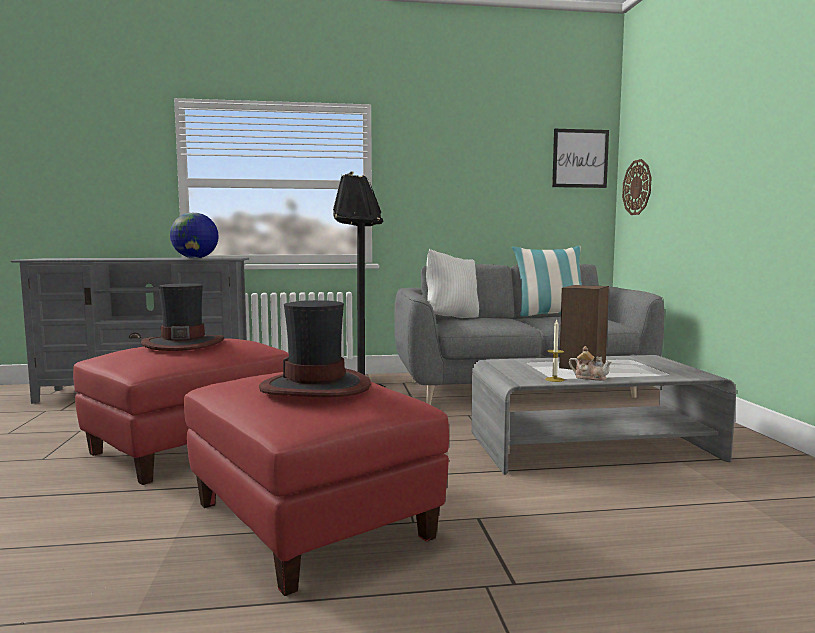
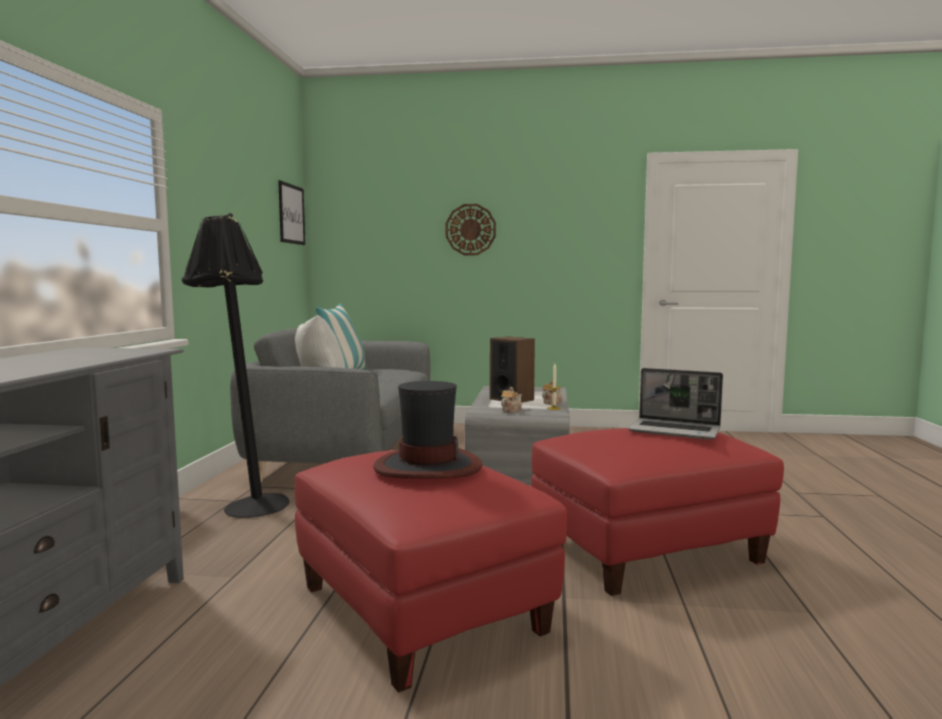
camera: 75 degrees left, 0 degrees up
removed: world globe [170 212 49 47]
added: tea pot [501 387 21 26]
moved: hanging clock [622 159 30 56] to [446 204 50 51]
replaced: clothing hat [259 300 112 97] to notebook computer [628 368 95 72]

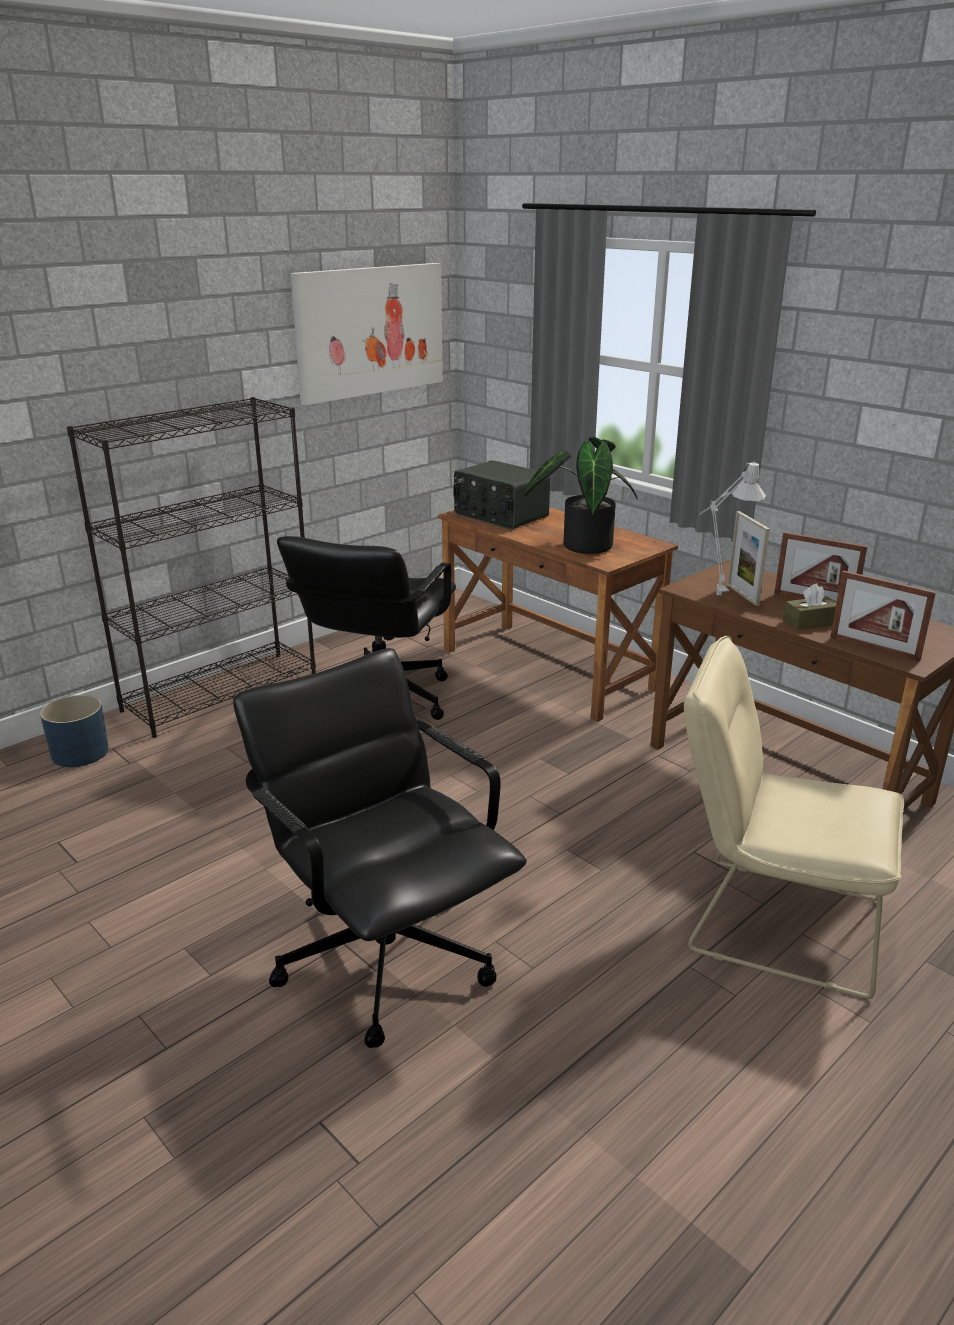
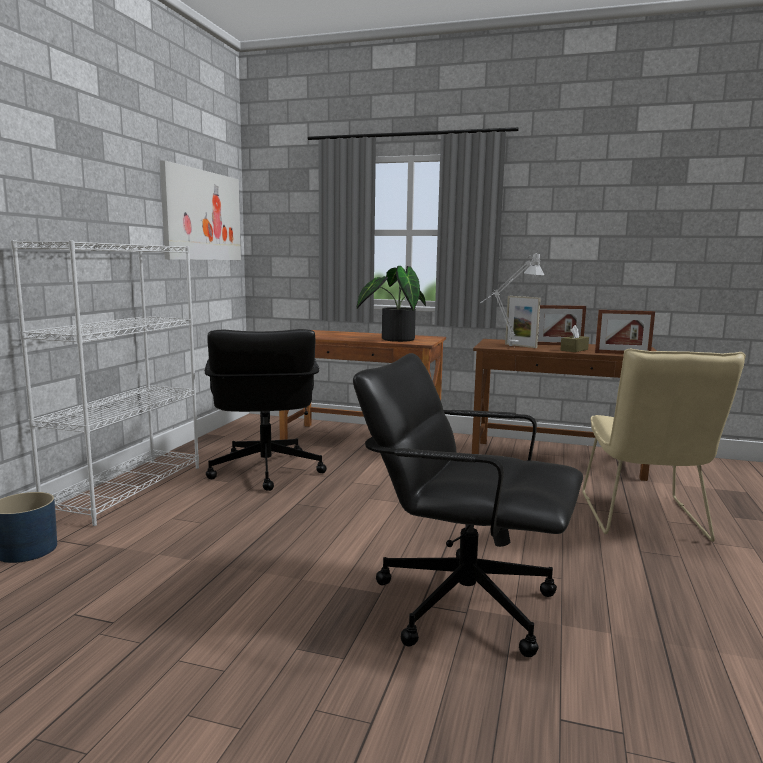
camera: 30 degrees left, 15 degrees down
removed: radio set [454 460 96 69]
recoloured: blackish shelving unit [67 397 249 341] to white shelving unit [11 240 188 286]
turned: beige-coloured chair [684 636 220 362] = [582 349 164 193] 75 degrees counterclockwise

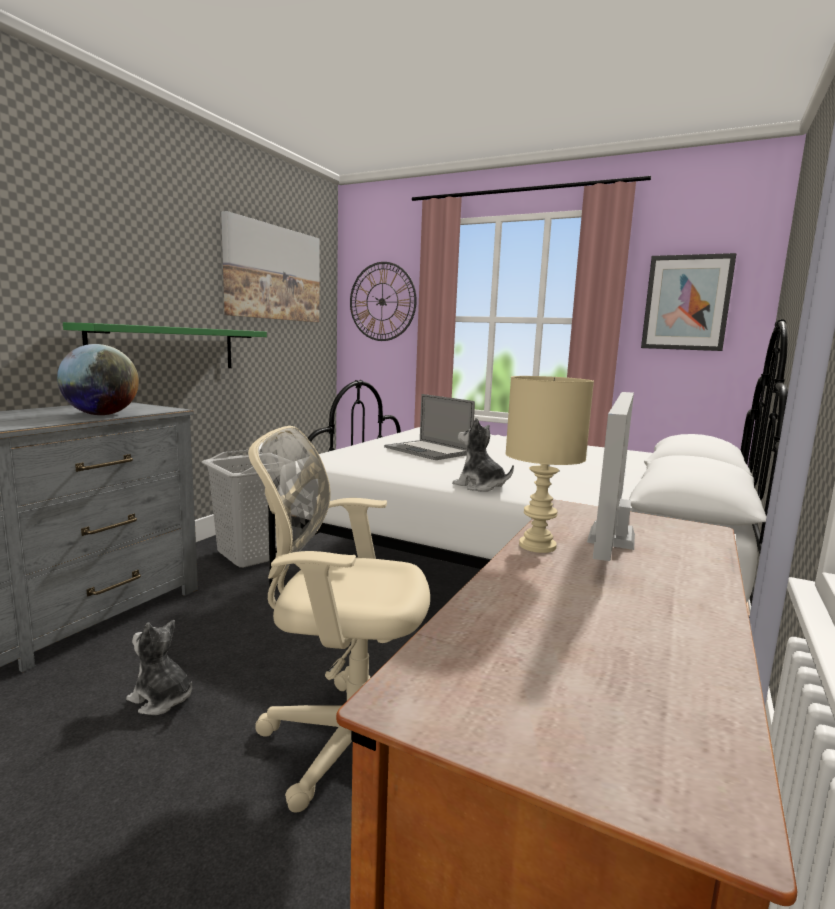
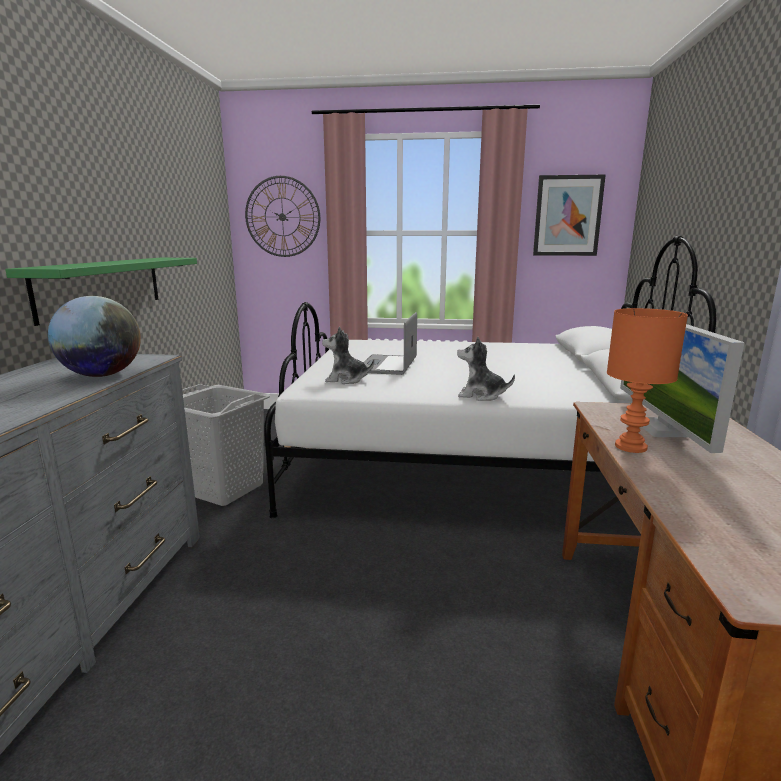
camera: 20 degrees left, 5 degrees up
removed: wall art [221 211 98 111]; beige-coloured desk chair [248 426 182 387]
moved: cuddly toy [126 620 66 95] to [322 327 52 57]
recoloured: beige-coloured lamp for a table [505 376 89 177] to orangey lamp for a table [607 308 81 145]
turned: notebook computer [384 394 91 66] = [363 312 54 63] 75 degrees clockwise

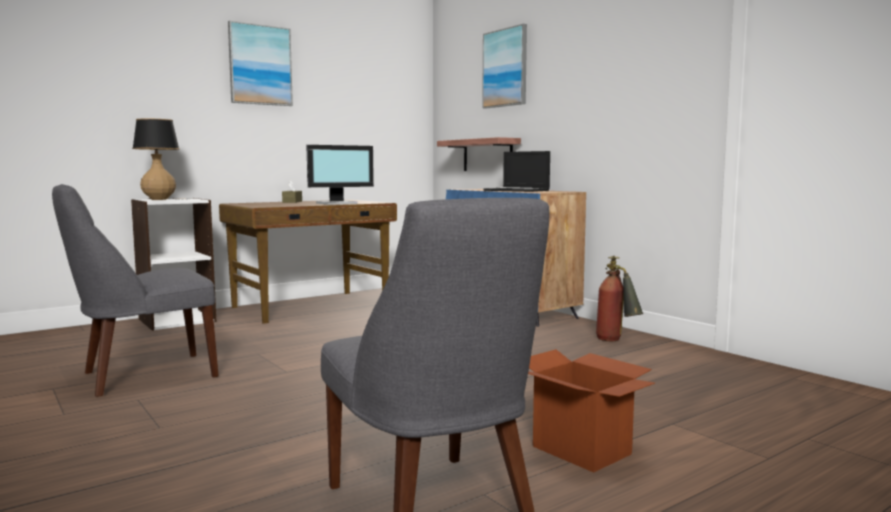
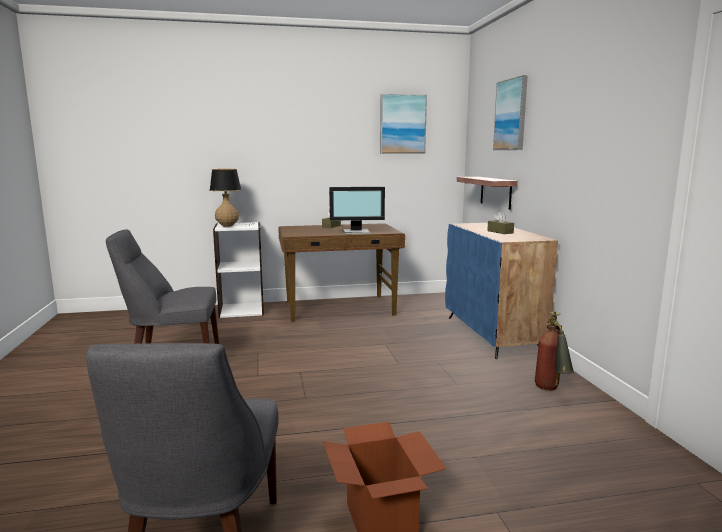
camera: 25 degrees right, 5 degrees up
moved: wall art [228 20 65 86] to [380 94 47 60]
replaced: notebook computer [484 151 66 41] to brown-coloured tissue box [487 212 27 22]

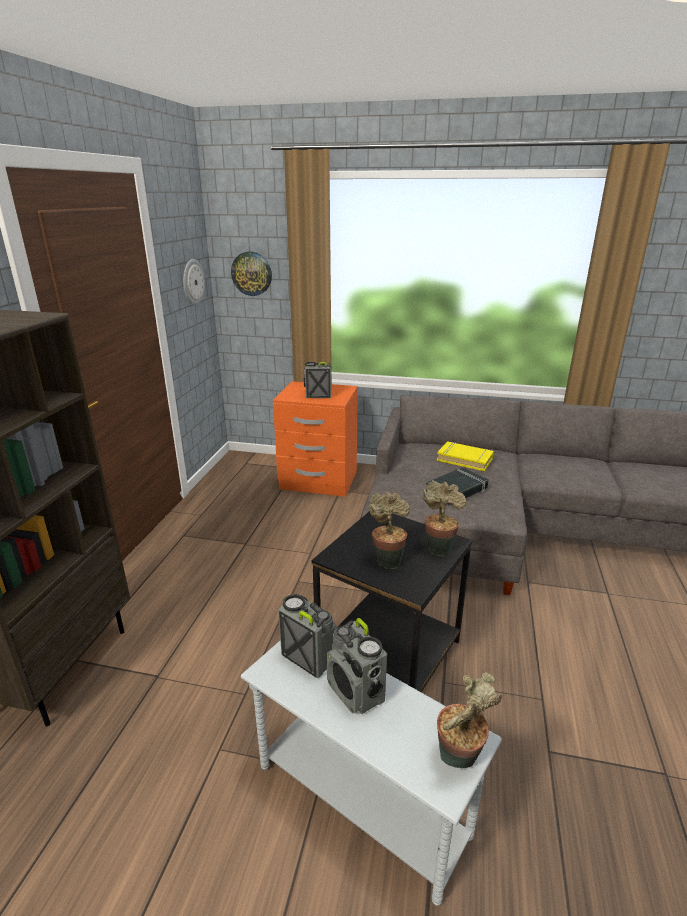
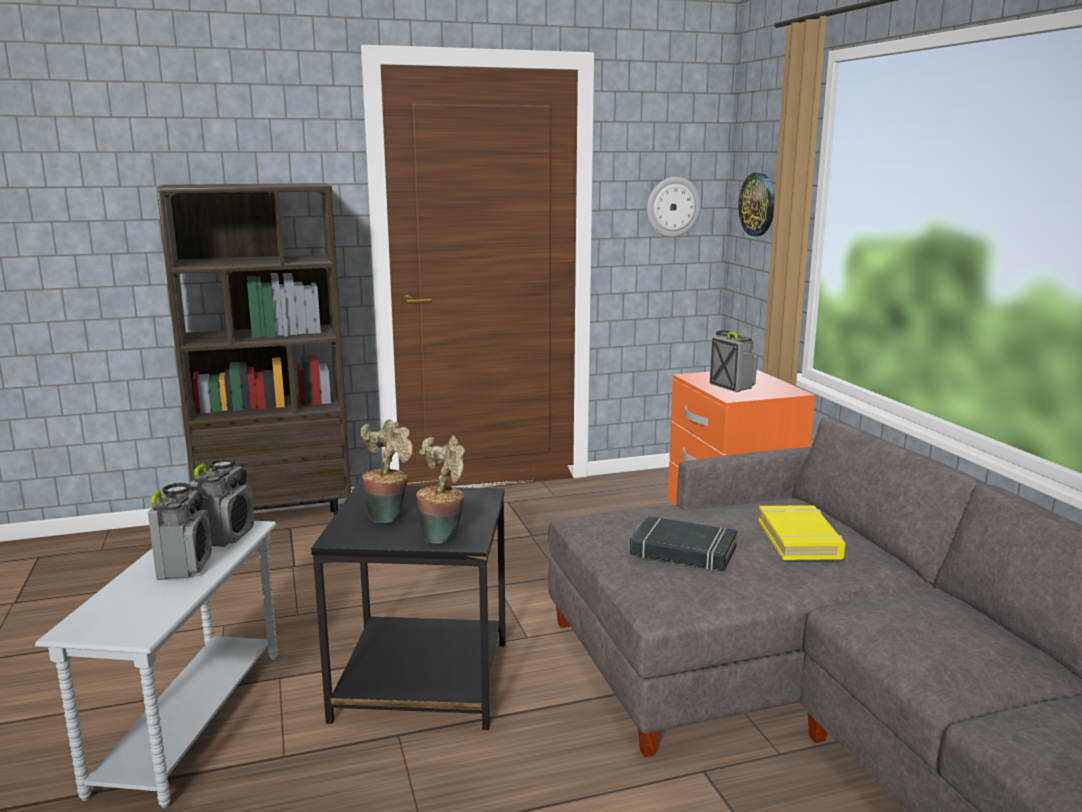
camera: 60 degrees right, 10 degrees down
removed: houseplant [437 672 65 96]
turned: radio set [327 618 60 96] = [148 483 64 97] 150 degrees clockwise

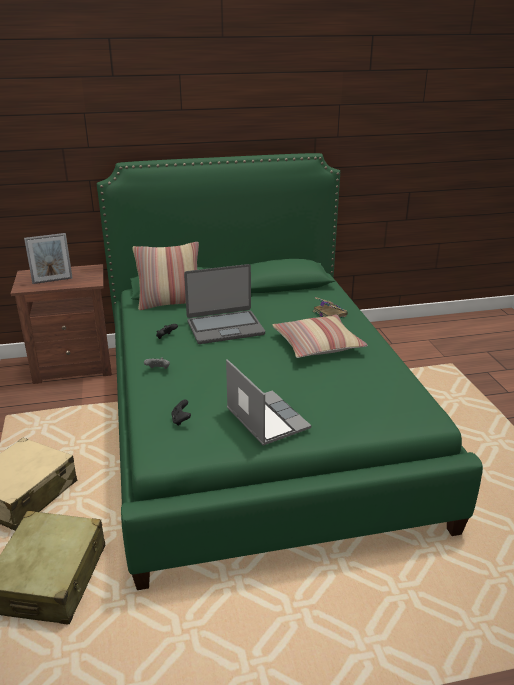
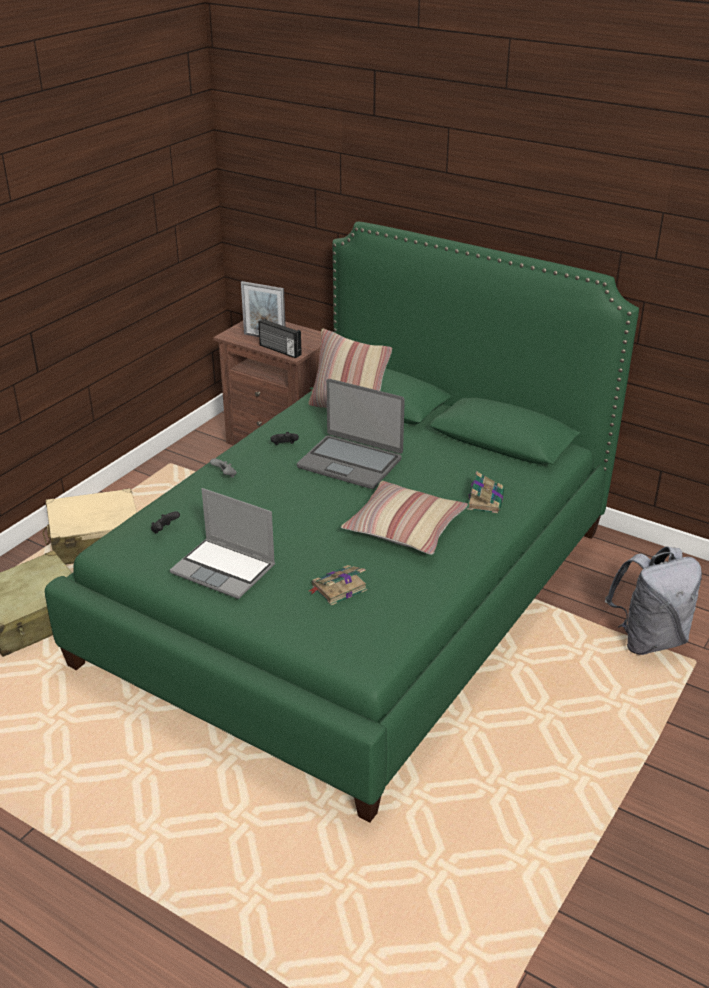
camera: 45 degrees right, 5 degrees up
added: radio set [258 319 44 39]; book [309 565 58 41]; gray backpack [605 546 97 109]
turned: notebook computer [226 359 85 86] = [170 488 105 111] 105 degrees clockwise

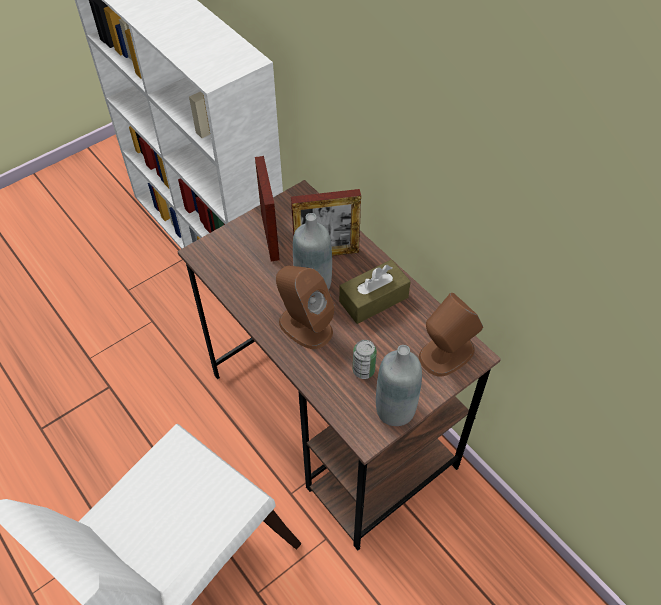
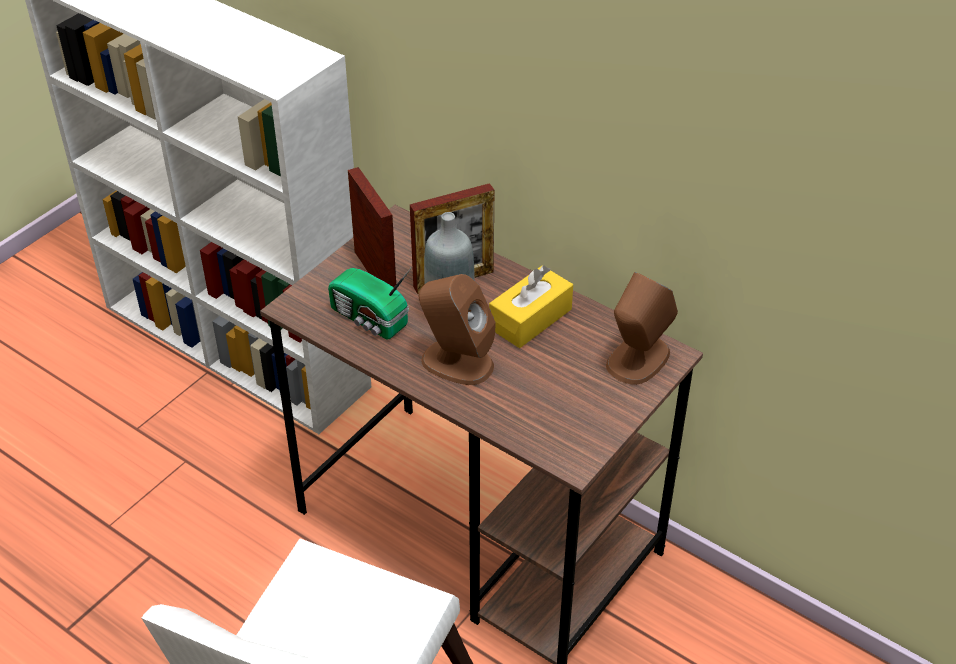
camera: 15 degrees left, 10 degrees down
removed: sealed can [353 340 24 39]; gray beverage bottle [376 345 46 81]
added: radio set [328 267 84 72]
recoloured: brown-coloured tissue box [339 260 72 64] to yellowish tissue box [489 266 84 82]

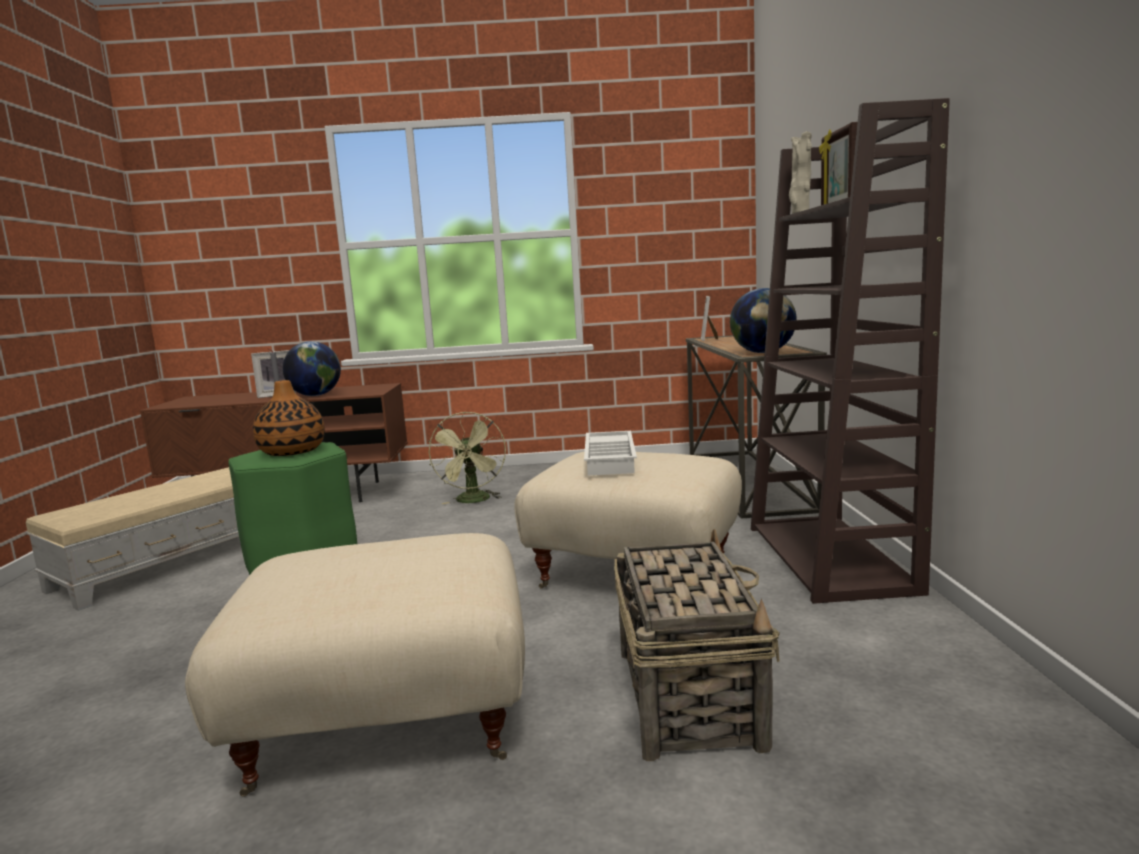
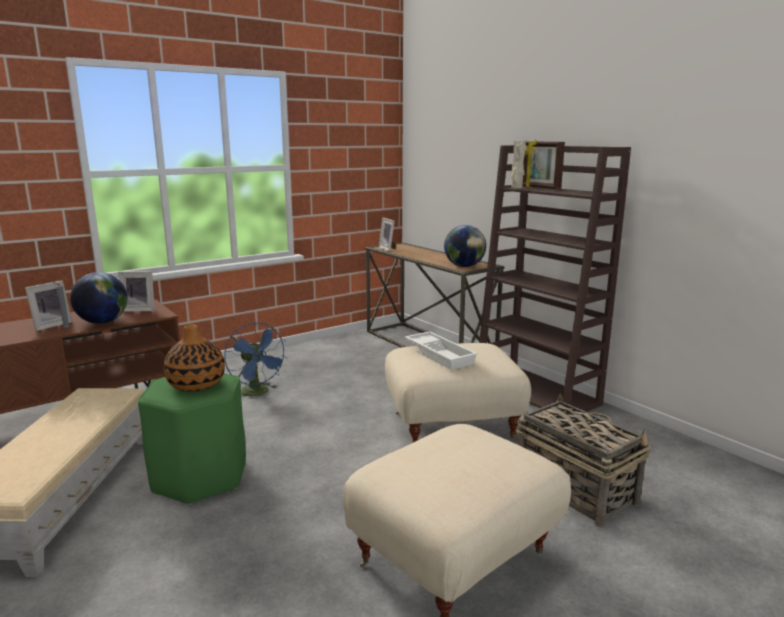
camera: 35 degrees left, 5 degrees up
added: standing frame [118 271 37 41]
recoloured: green electric fan [428 412 78 92] to blue electric fan [224 323 64 73]

